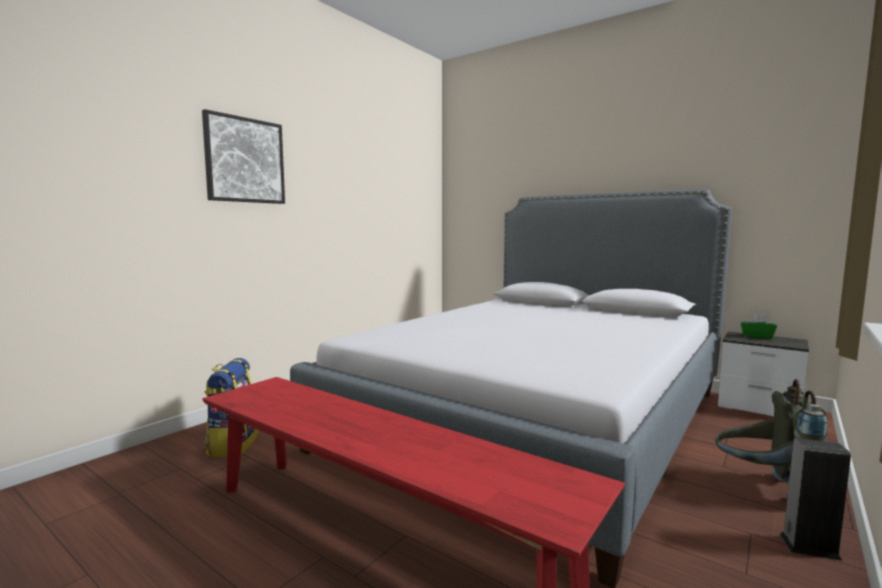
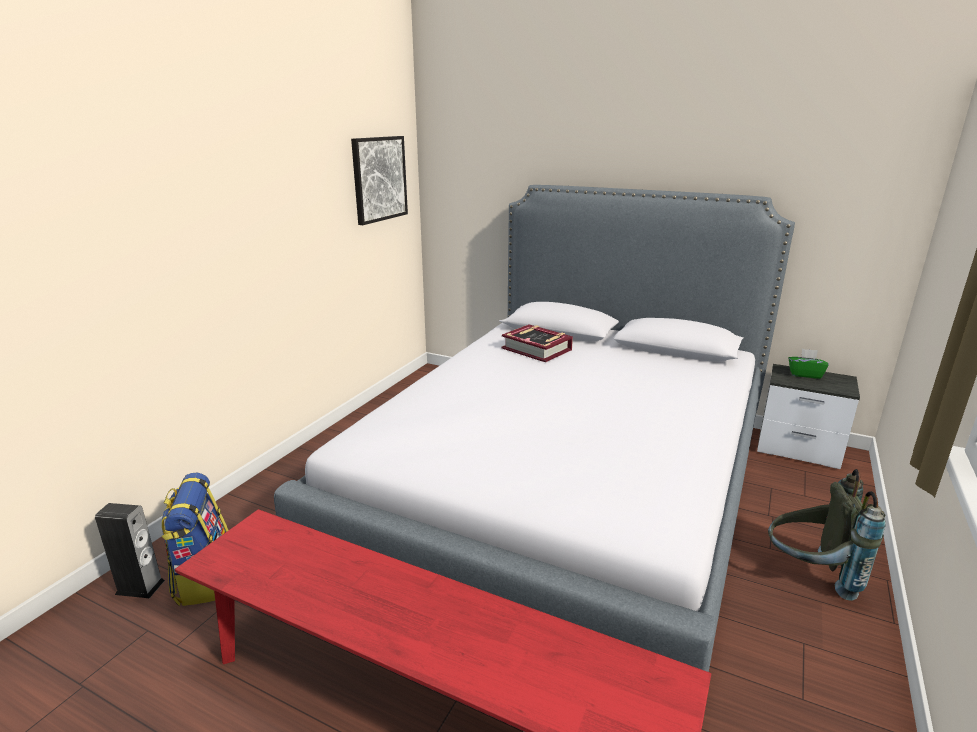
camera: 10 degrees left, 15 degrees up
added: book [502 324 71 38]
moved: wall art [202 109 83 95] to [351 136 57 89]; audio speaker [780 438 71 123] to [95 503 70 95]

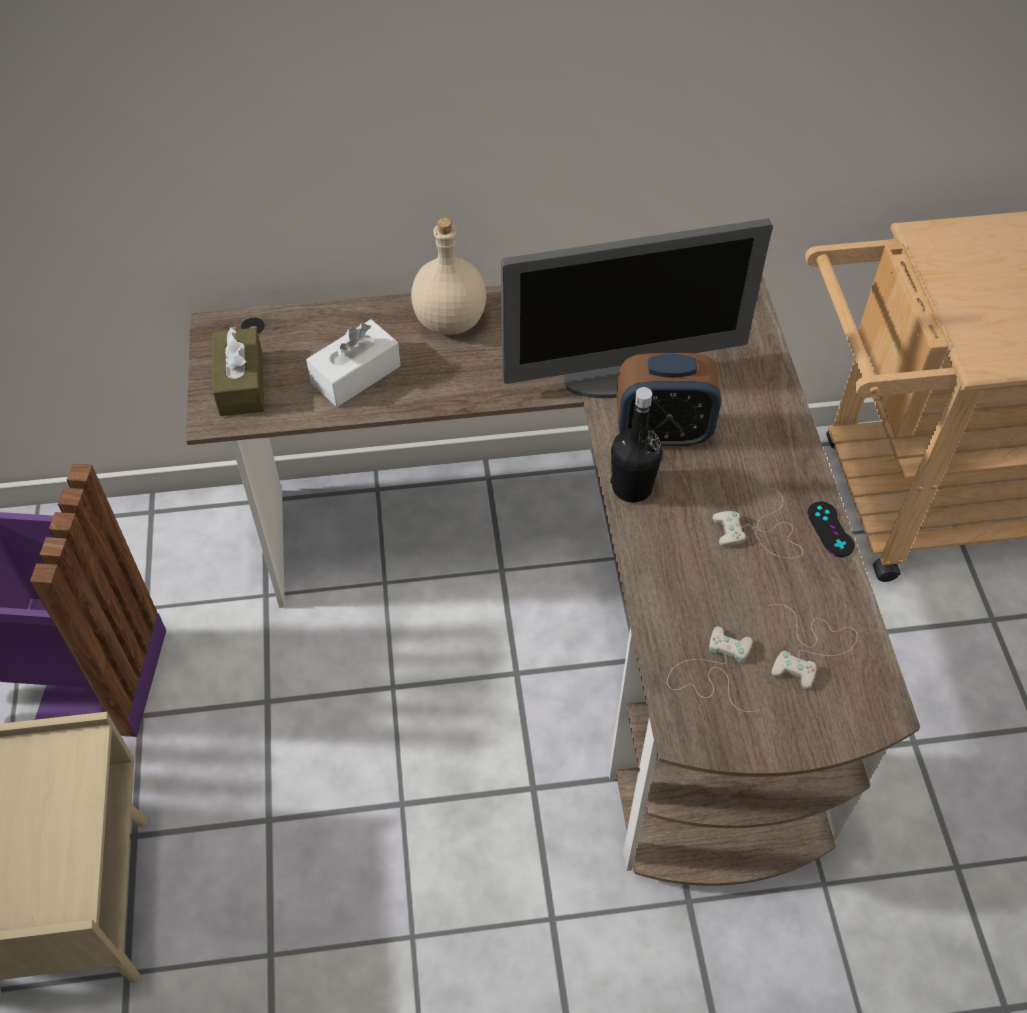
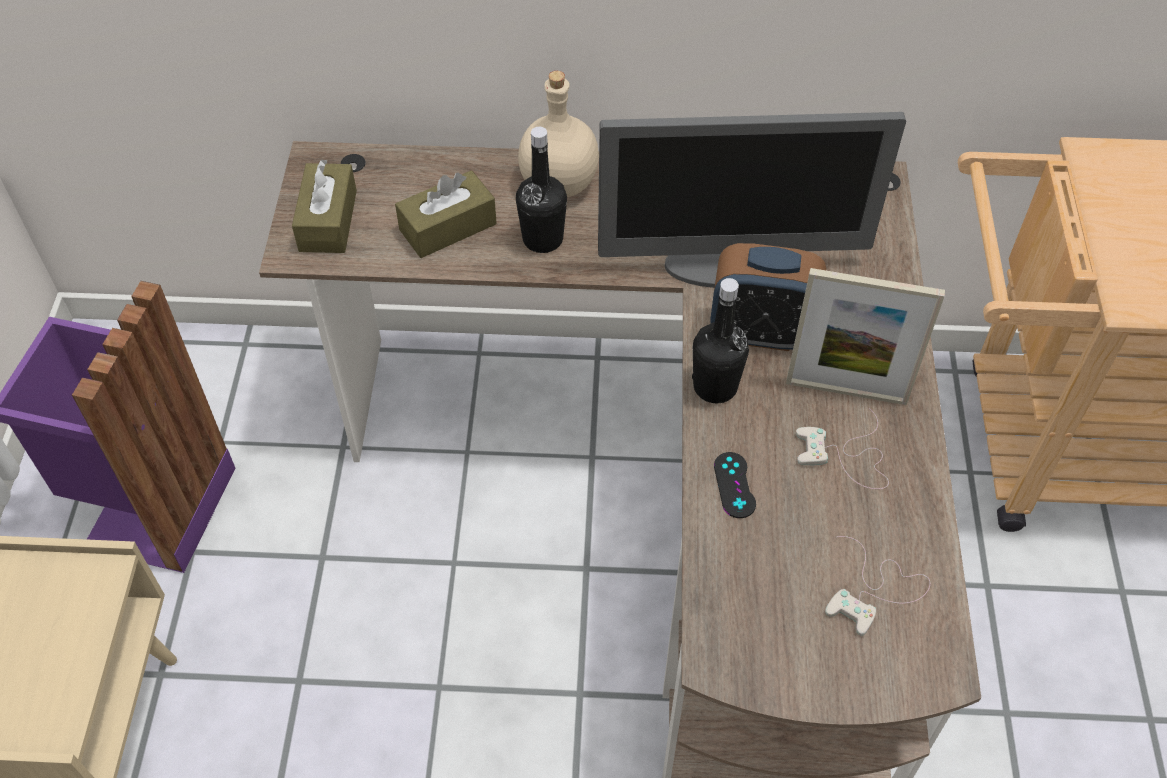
camera: 10 degrees right, 0 degrees up
removed: white joypad [667 626 92 86]
added: blackish beverage bottle [516 127 51 126]; standing frame [786 268 159 137]
moved: blackish joypad [807 502 48 55] to [714 452 42 66]
recoloured: white tissue box [306 319 95 88] to brown-coloured tissue box [395 170 102 88]

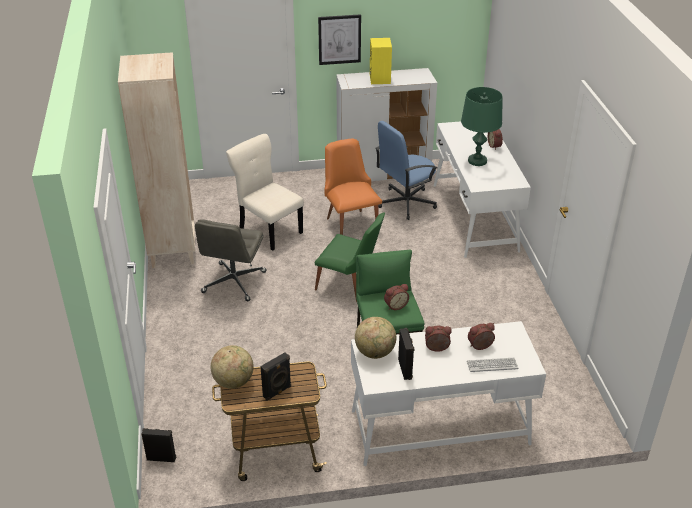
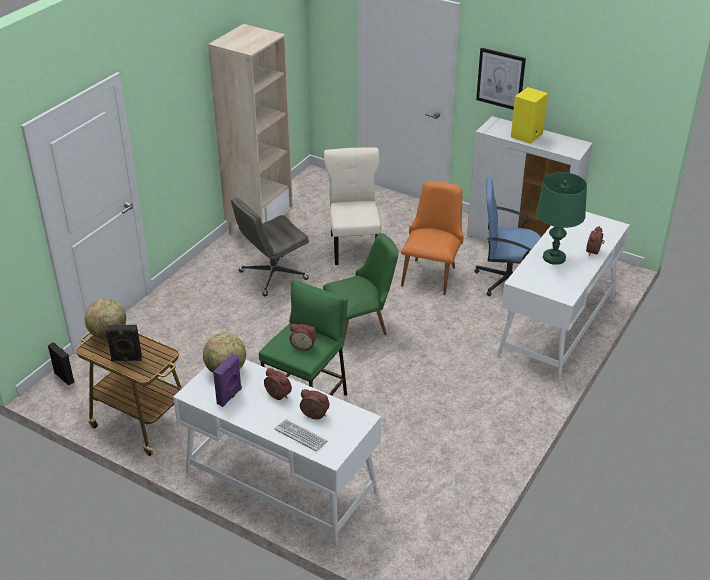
camera: 40 degrees right, 0 degrees up
recoloured: blackish audio speaker [398 328 16 52] to purple-coloured audio speaker [213 354 29 53]
turned: green chair [315 213 70 89] = [323 233 76 116] 90 degrees counterclockwise

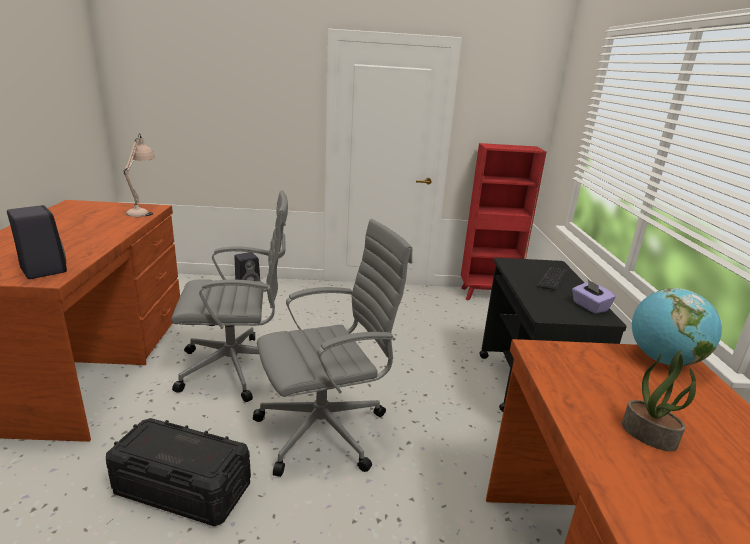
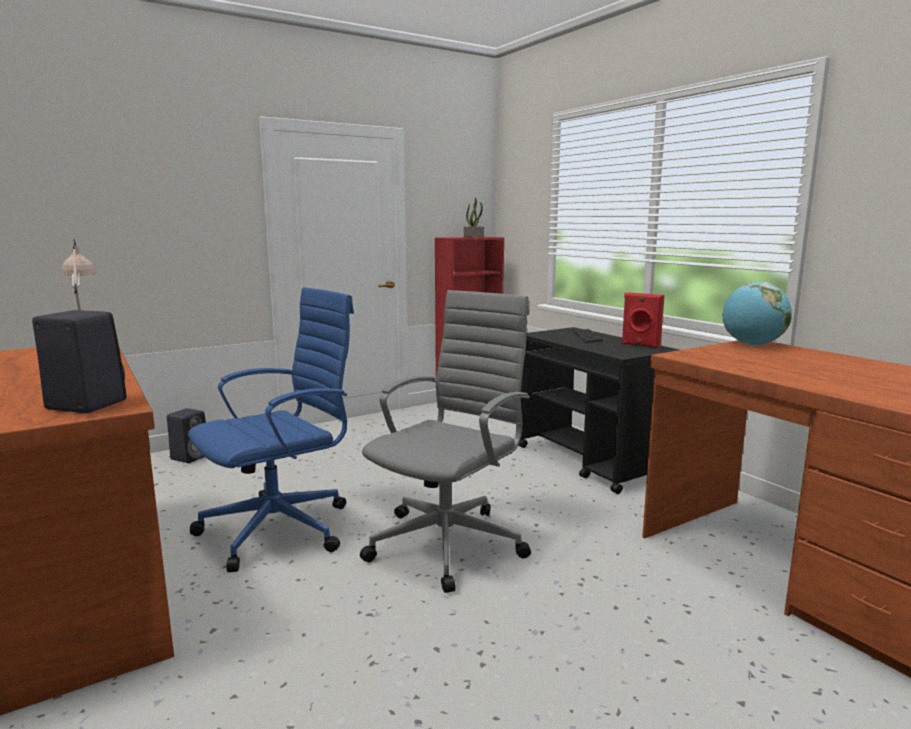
camera: 30 degrees left, 10 degrees down
removed: blackish storage box [106 418 145 108]
moved: houseplant [622 350 74 101] to [464 198 20 39]
replaced: purple-coloured tissue box [572 280 44 34] to reddish audio speaker [621 292 43 56]
recoloured: gray desk chair [171 191 117 211] to blue desk chair [188 287 166 285]

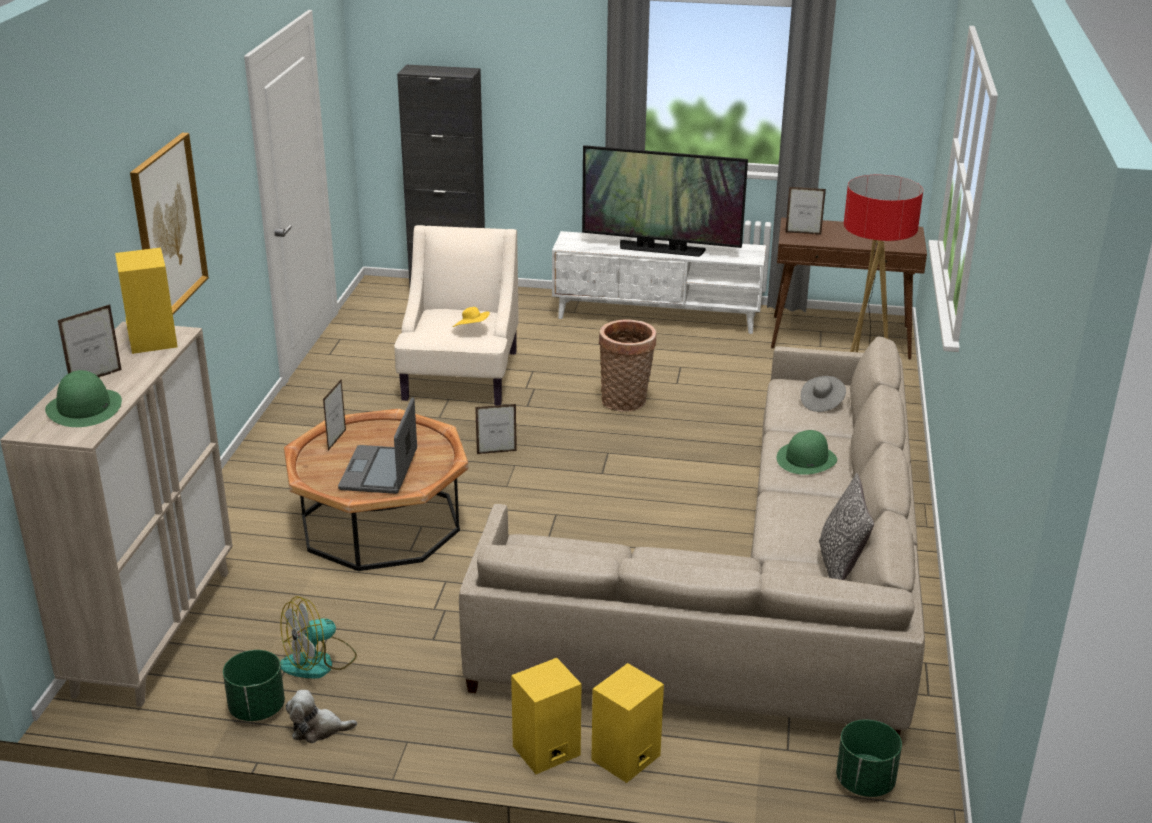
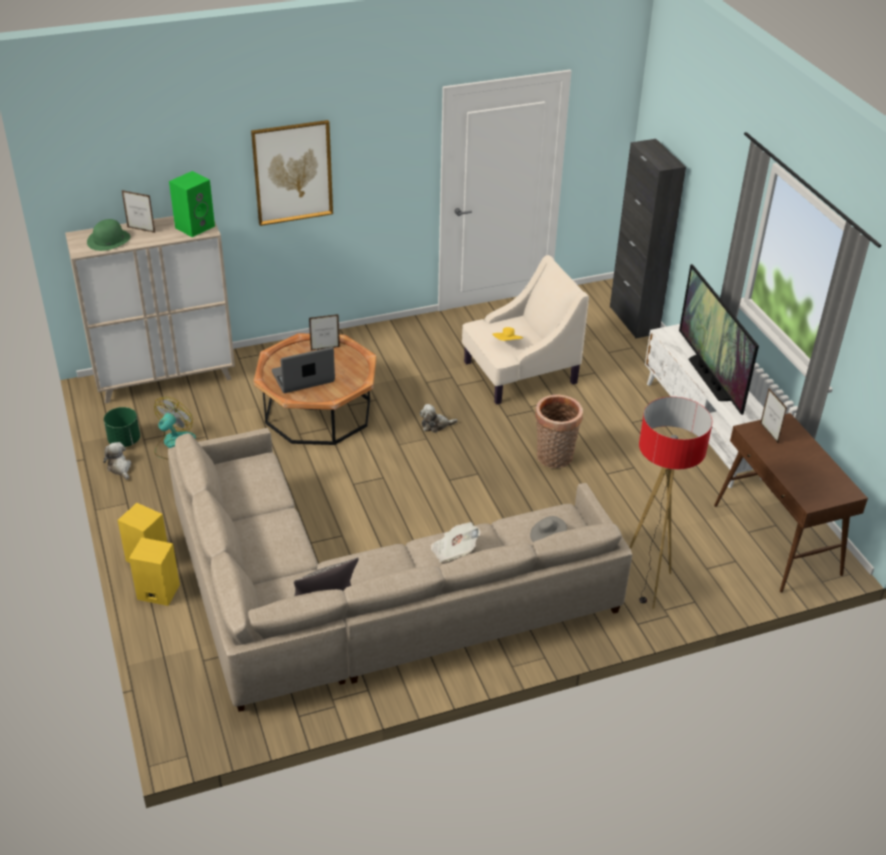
camera: 60 degrees right, 10 degrees up
removed: green planter [836 719 66 78]
replaced: standing frame [475 404 42 50] to cuddly toy [420 404 37 29]; green clothing hat [777 430 60 45] to daily paper [430 522 51 41]
recoloured: yellowish audio speaker [115 248 63 106] to green audio speaker [169 171 46 66]
turned: electric fan [280 596 77 82] = [154 397 42 63] 90 degrees clockwise

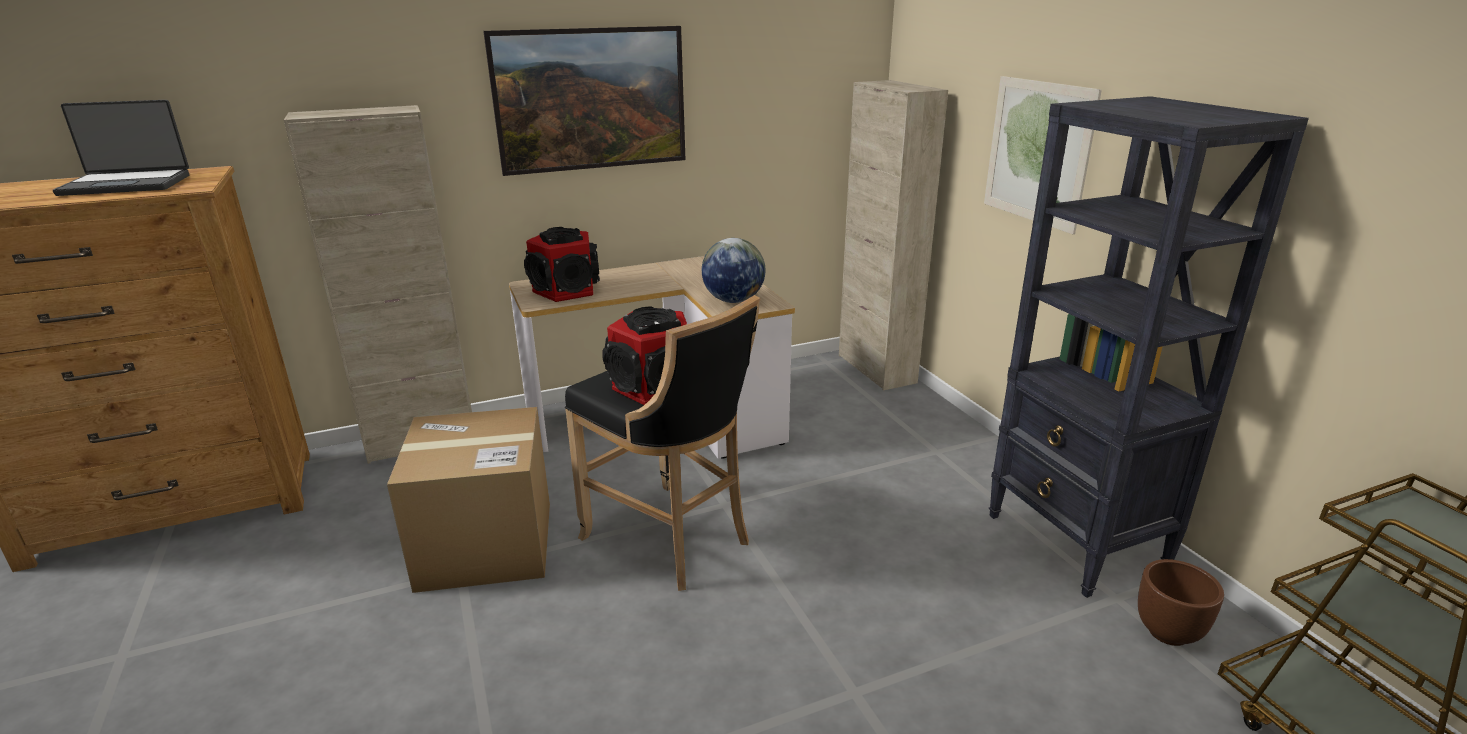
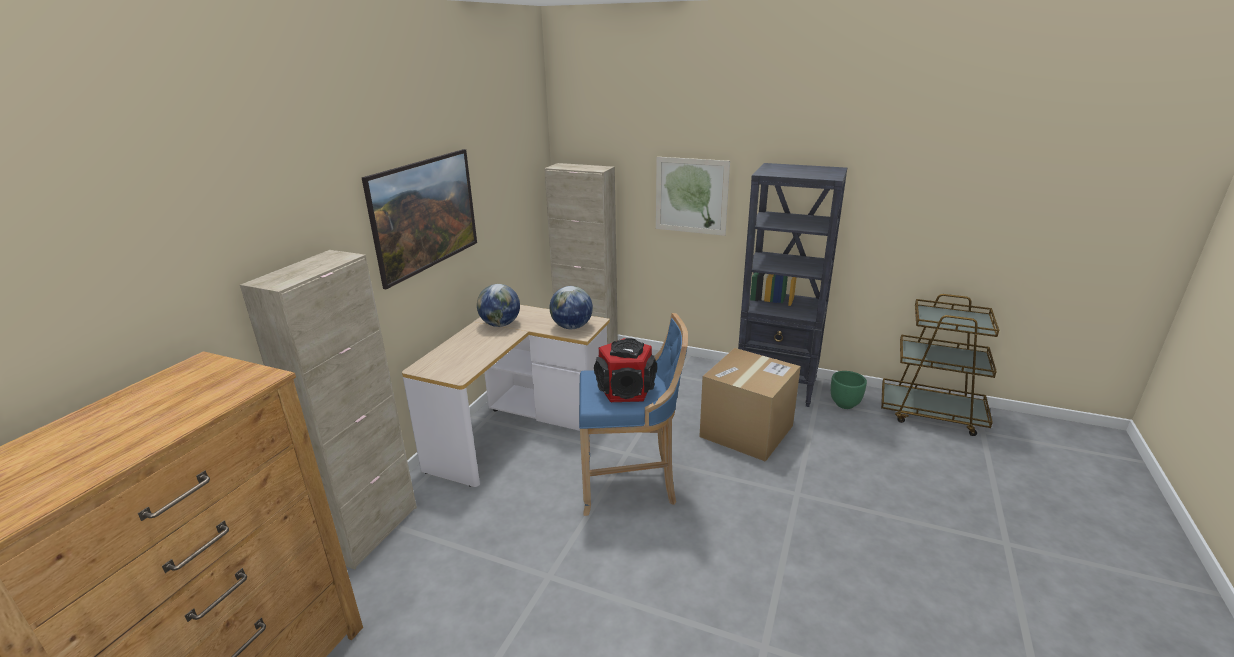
camera: 45 degrees left, 0 degrees up
removed: notebook computer [53 100 136 96]; audio speaker [524 227 76 75]
added: world globe [477 284 43 43]
moved: cardboard box [387 407 163 186] to [699 348 102 114]
recoloured: blackish stool seat [565 295 195 296] to blue stool seat [579 313 109 203]; brown-coloured planter [1138 559 86 87] to green planter [831 371 36 38]

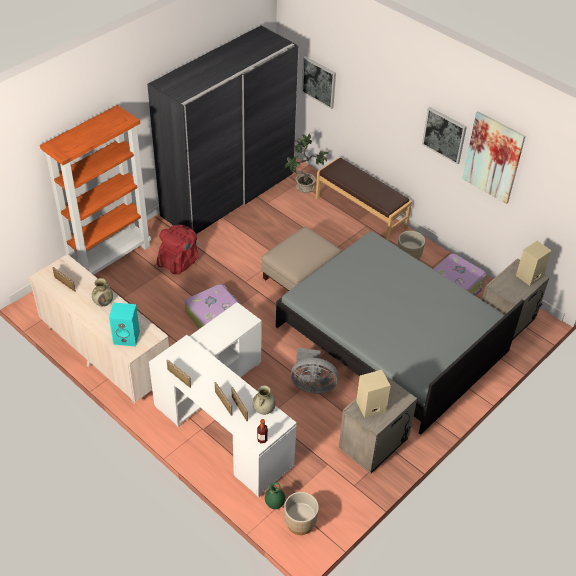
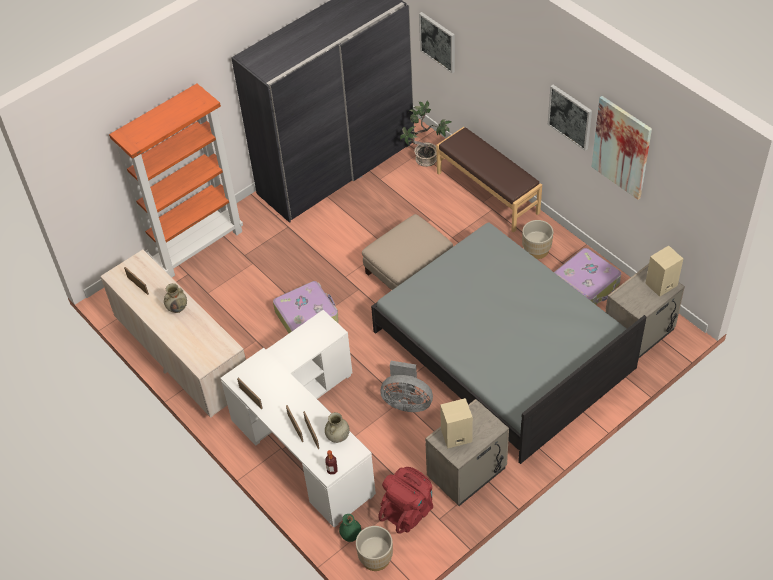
camera: 10 degrees right, 5 degrees up
removed: turquoise audio speaker [109 302 31 45]
moved: reddish backpack [157 225 41 50] to [378 467 55 67]

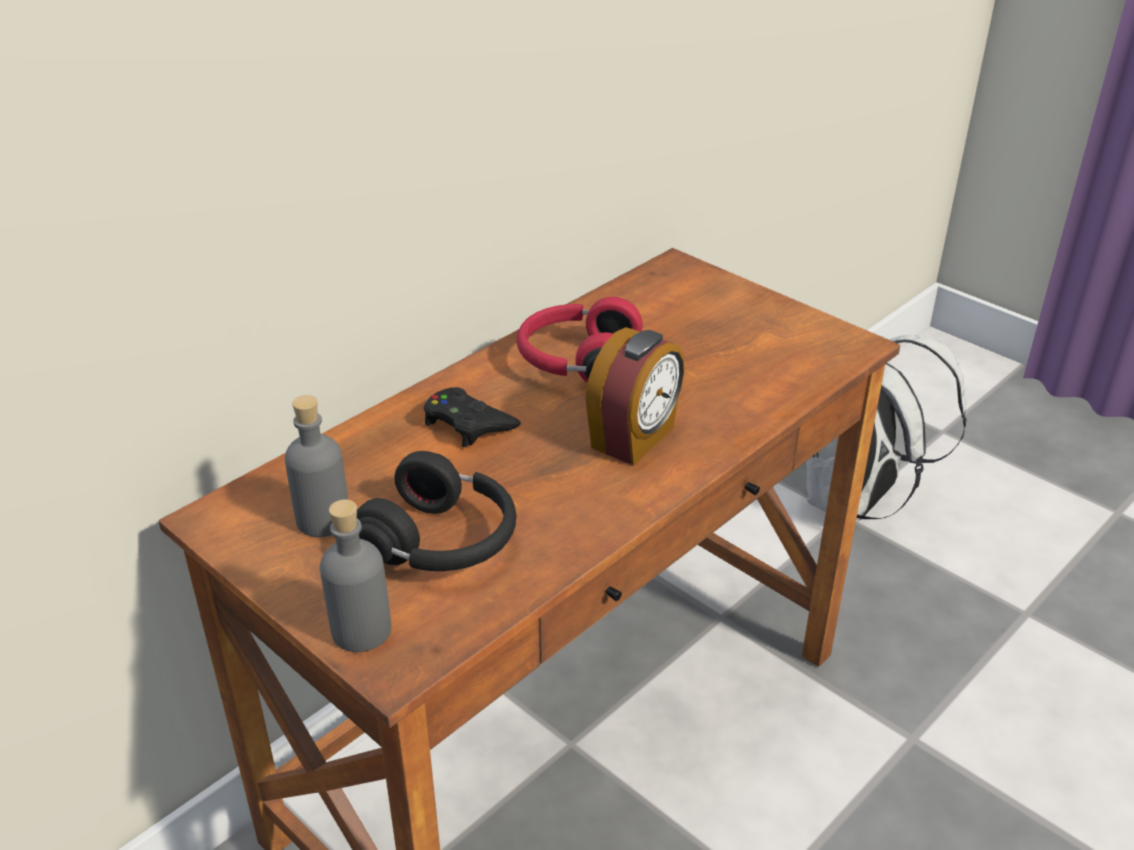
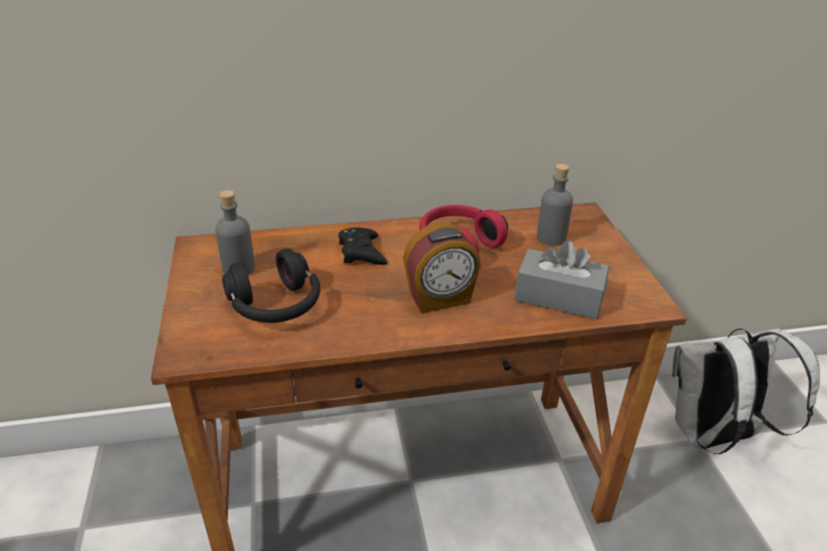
camera: 35 degrees right, 0 degrees up
added: gray tissue box [515 240 94 79]
moved: gray beverage bottle [320 499 71 153] to [537 164 36 82]

